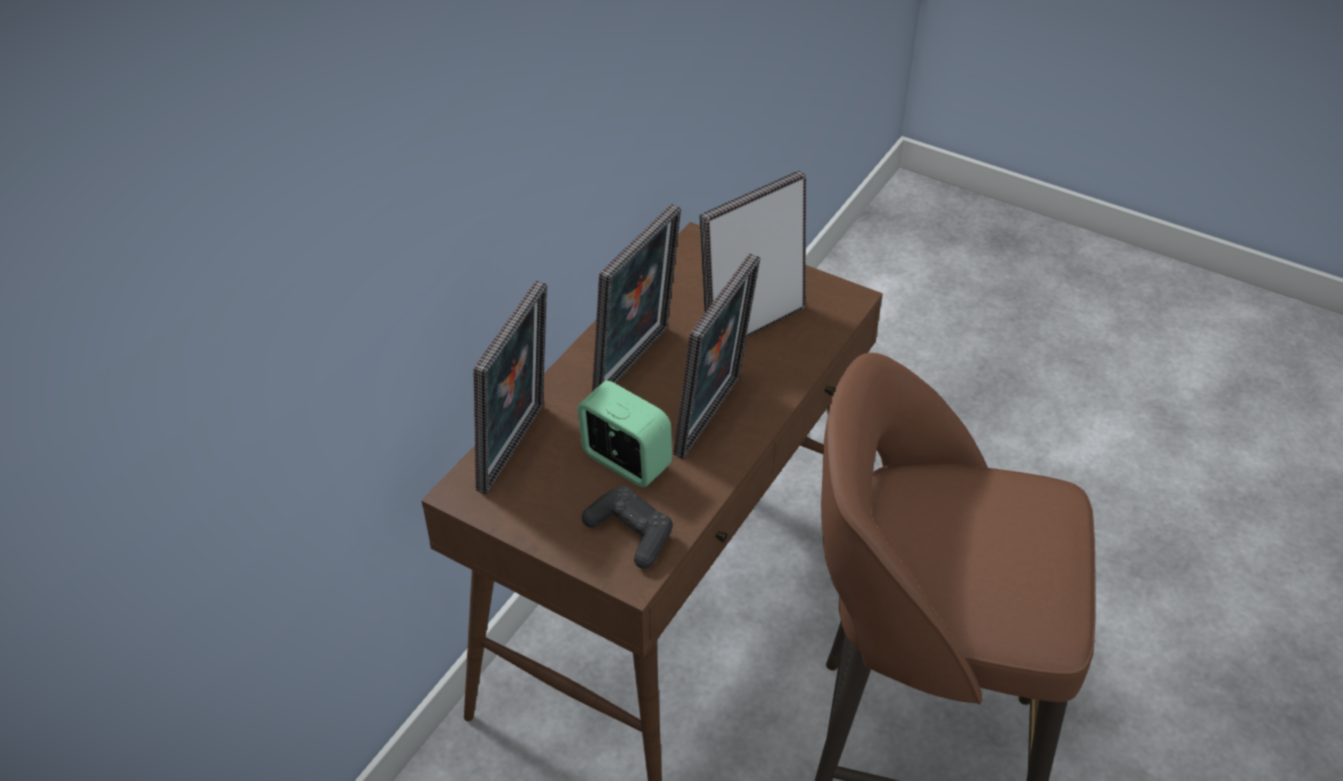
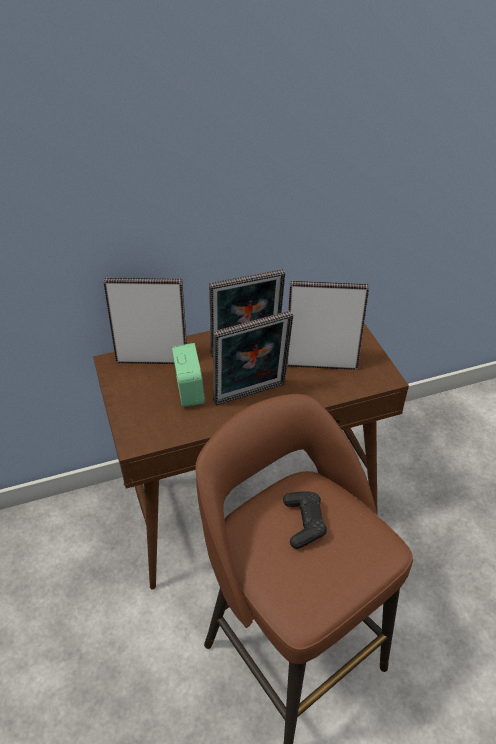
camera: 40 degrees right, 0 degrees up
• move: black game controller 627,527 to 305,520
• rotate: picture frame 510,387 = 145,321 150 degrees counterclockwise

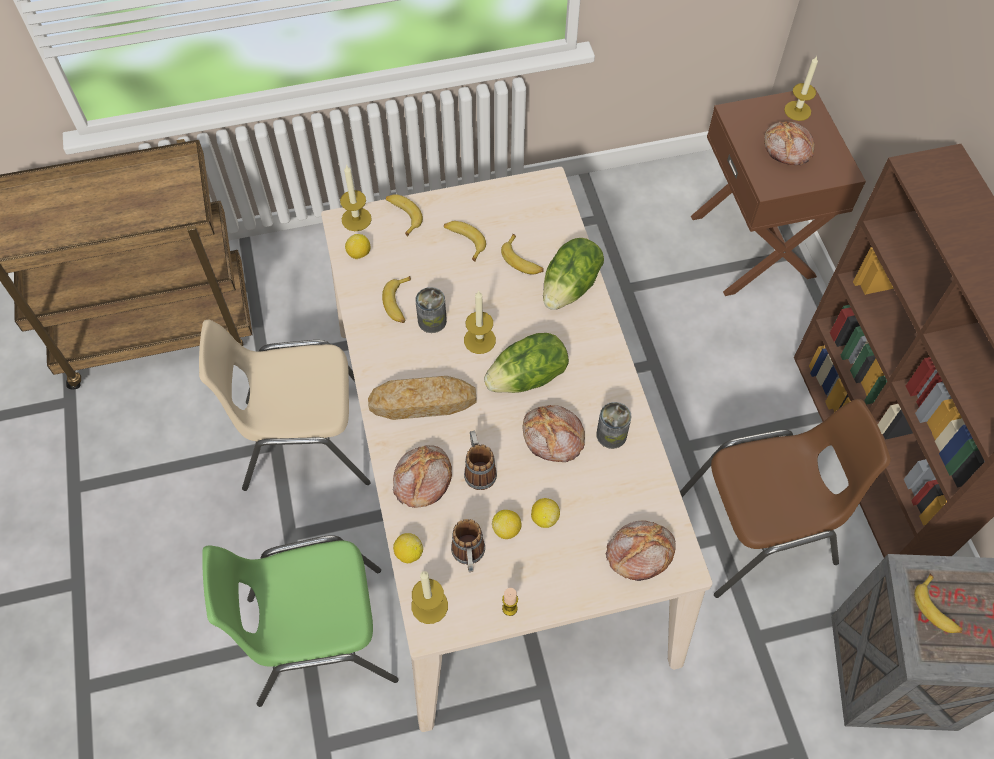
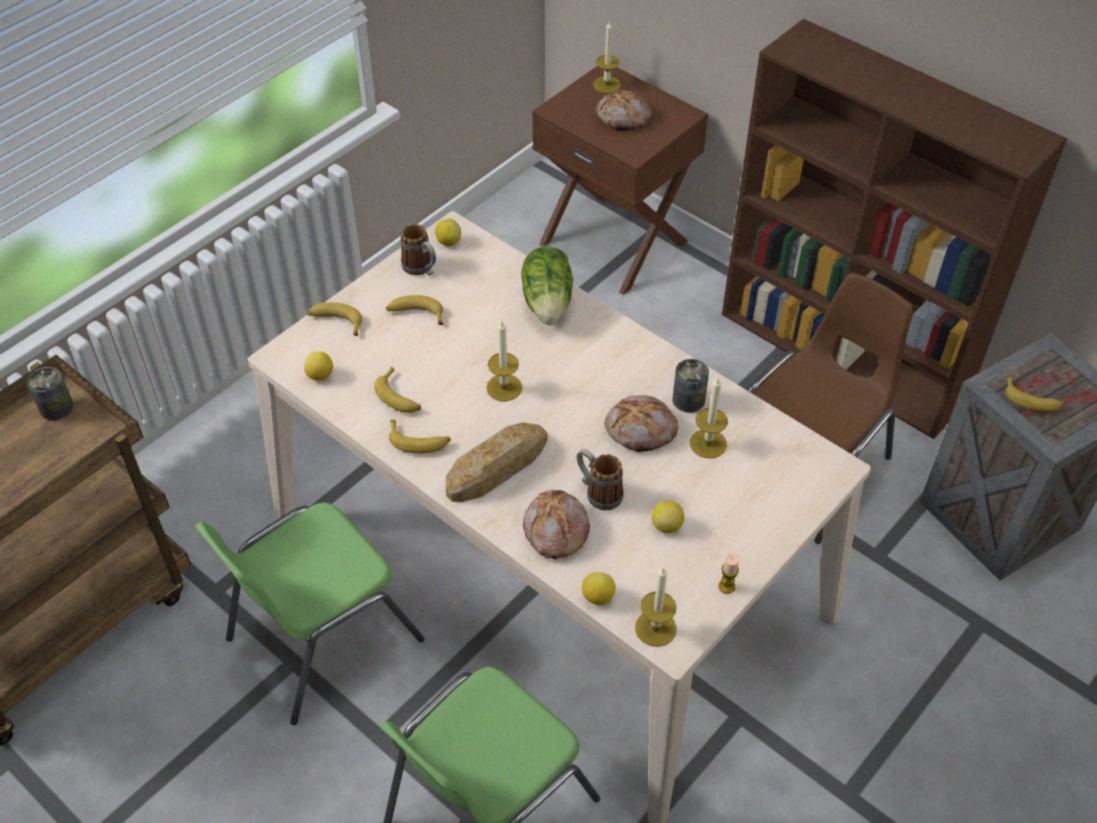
camera: 35 degrees left, 10 degrees down
• delete: lettuce 526,363
• delete: bread 641,550
• move: candle 356,197 to 709,418
• move: can 431,310 to 50,394
• move: mug 468,545 to 418,250
• move: banana 522,254 to 420,437
• move: lemon 545,513 to 448,232
• recolor: beige chair 285,405 to green chair 310,613

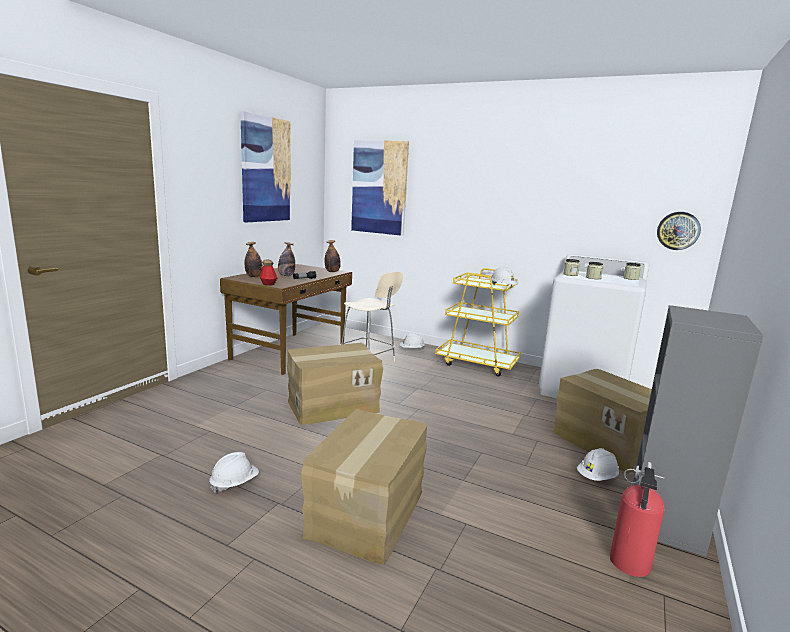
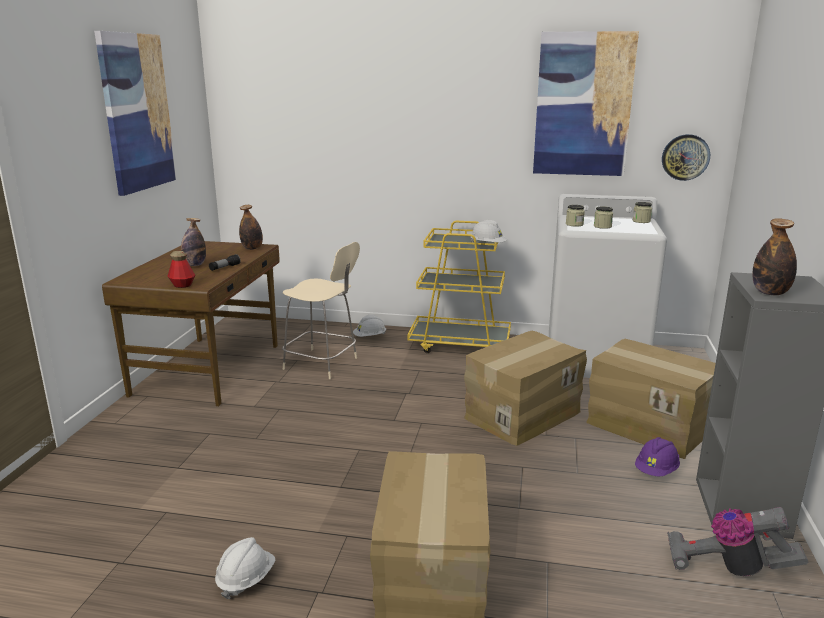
camera: 15 degrees left, 5 degrees up
• move: bottle 254,259 to 775,256
• move: cardboard box 335,384 to 525,388
• move: picture 380,188 to 586,103
• replace: fire extinguisher 637,519 to vacuum cleaner 737,541
• recolor: white hard hat 598,464 to purple hard hat 657,457

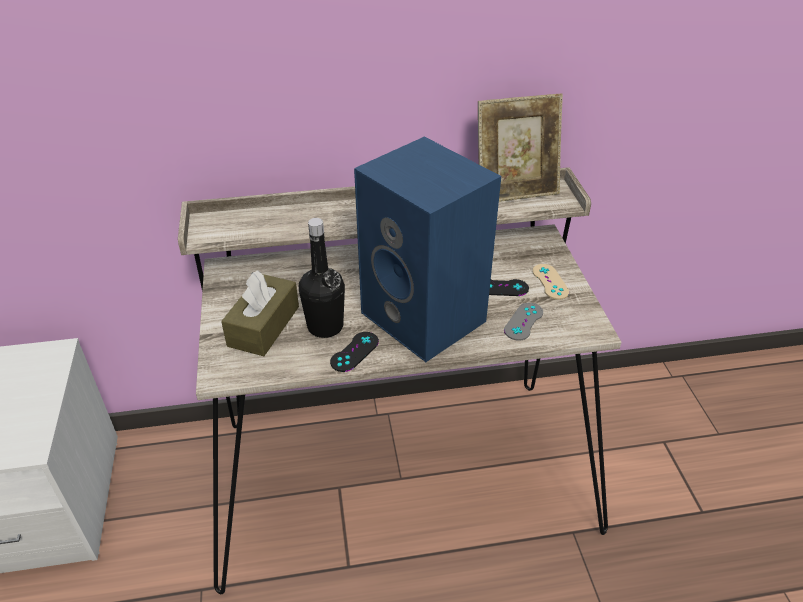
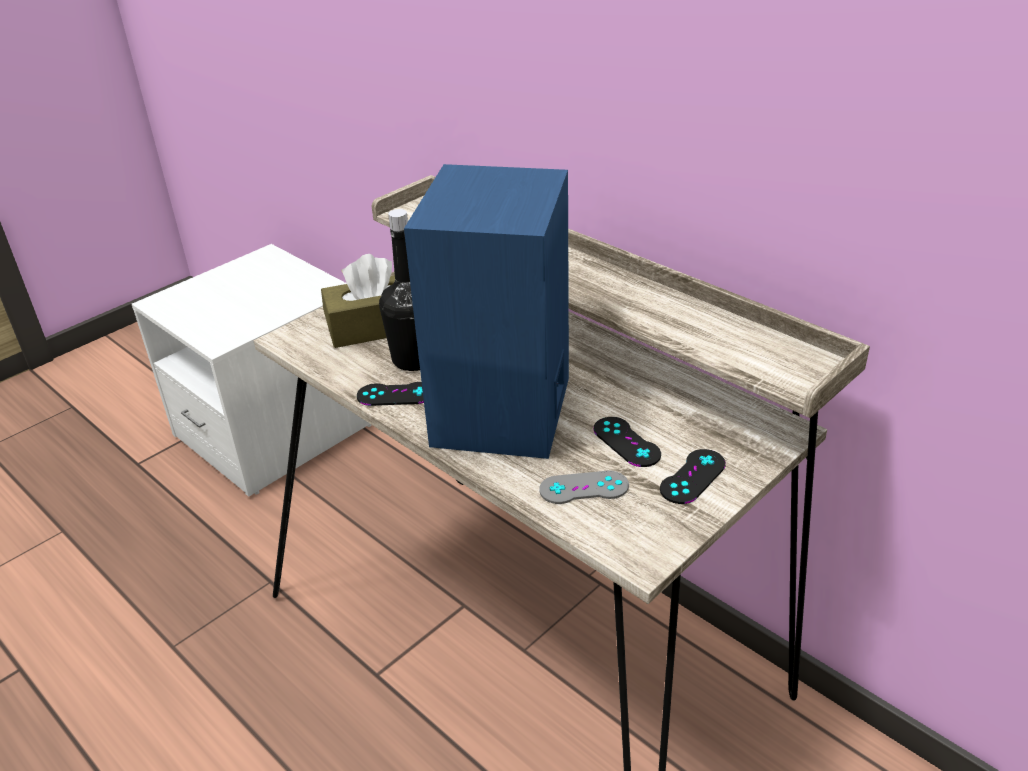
camera: 55 degrees right, 5 degrees down
• delete: picture frame 520,148
• recolor: beige game controller 550,282 to black game controller 693,476

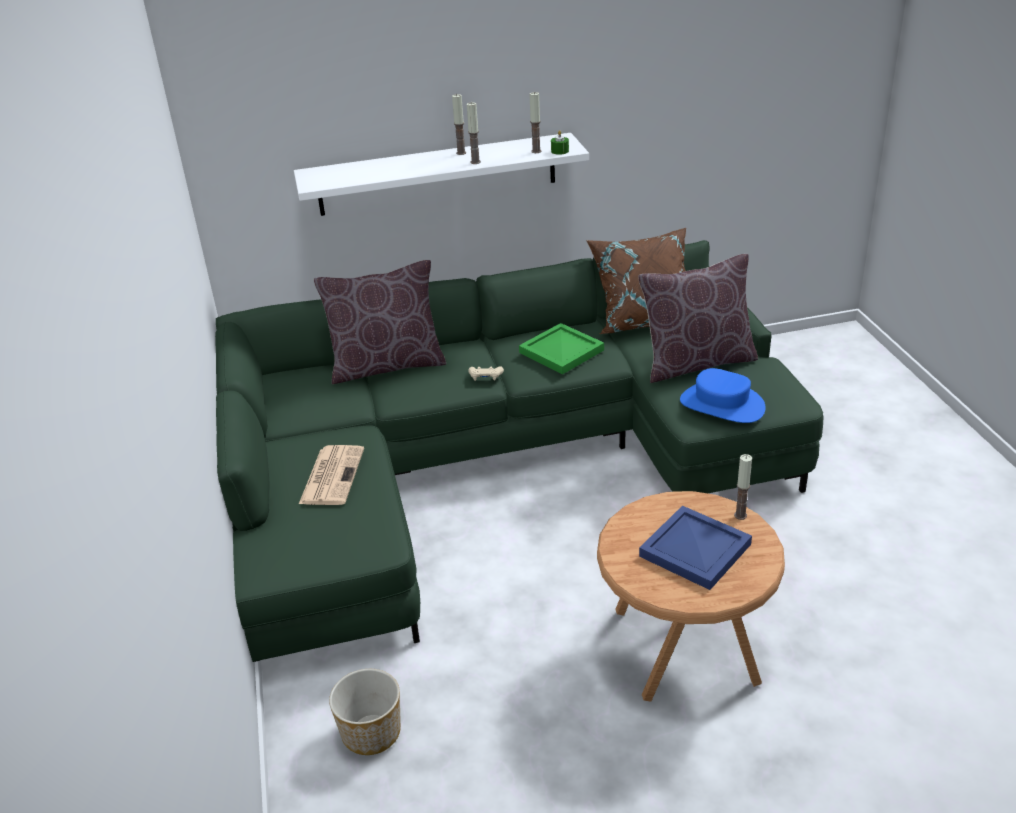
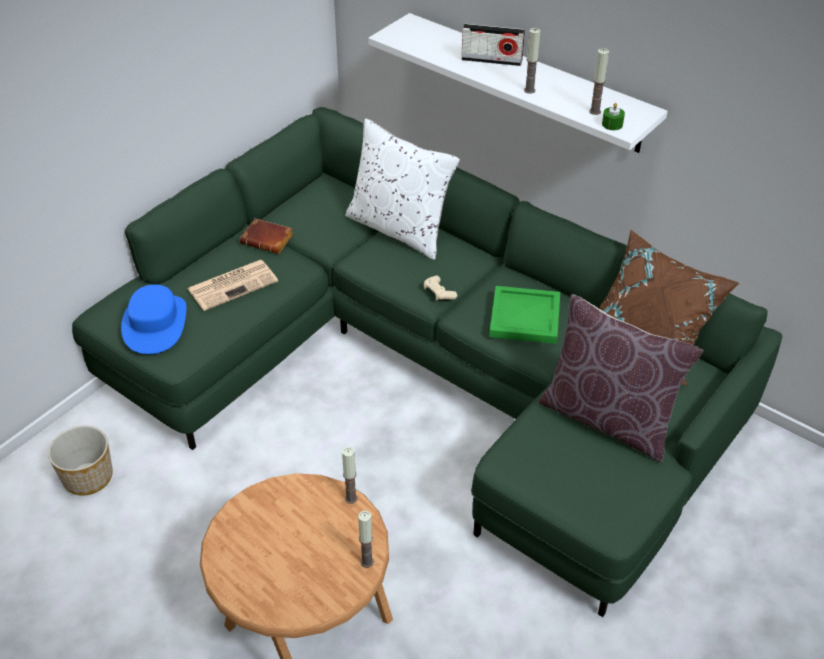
camera: 50 degrees right, 10 degrees up
• delete: blue tray 695,548
• insert: brown book 266,236
• insert: radio 493,45
• move: candle 459,124 to 350,475
• move: blue hat 723,395 to 153,319
• recolor: brown pillow 380,322 to white pillow 402,189

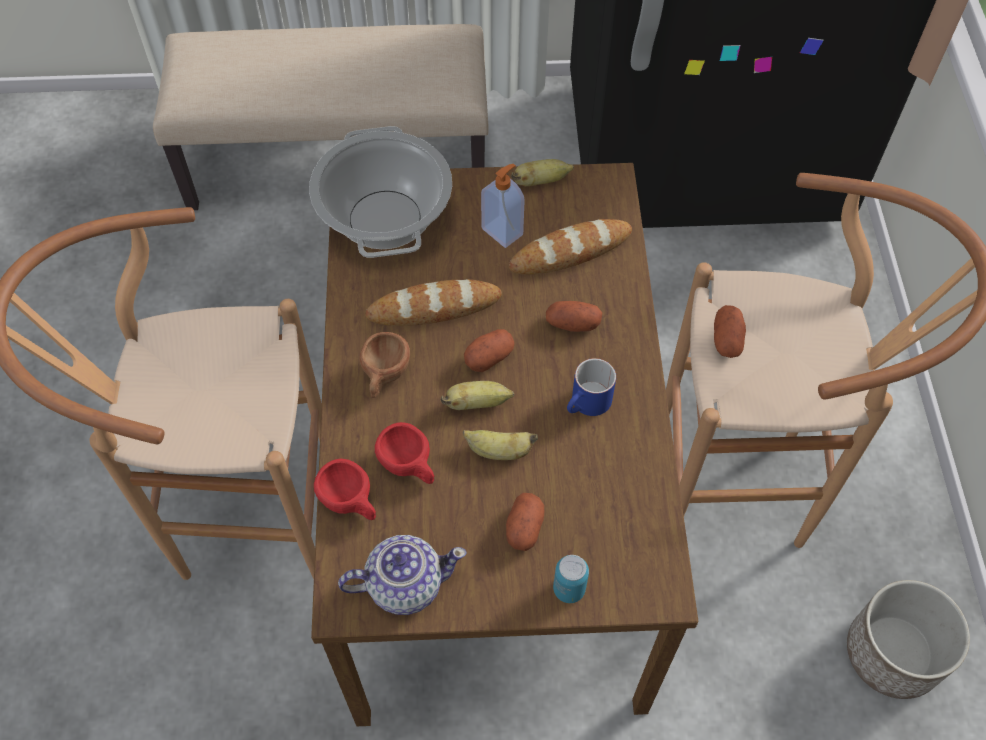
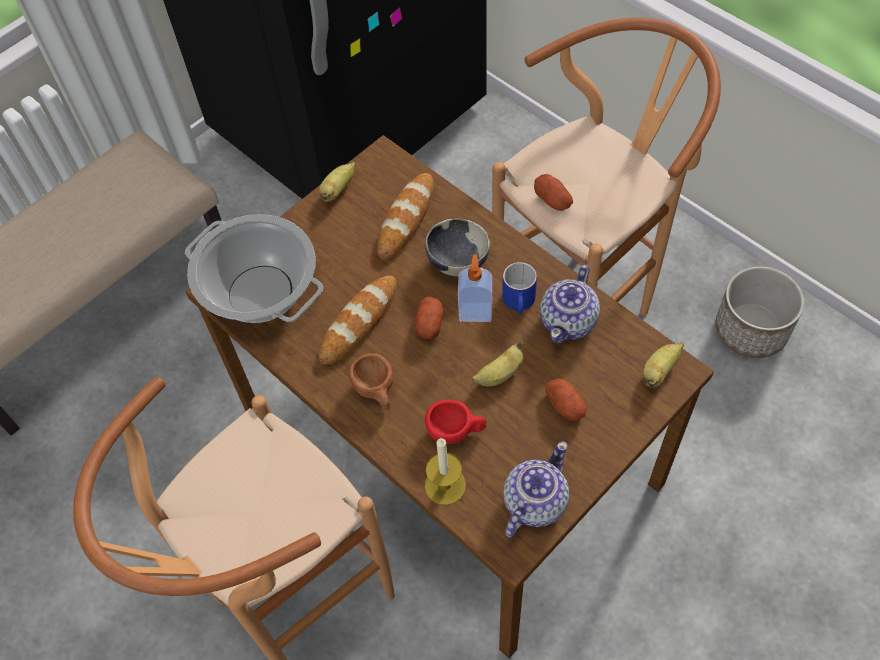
camera: 40 degrees left, 0 degrees up
• delete: can 571,579
• insert: teapot 570,304
• move: banana 478,395 to 663,365
• move: soap dispenser 503,206 to 475,288
• replace: red cup 345,489 to candle 445,471
• replace: potato 574,316 to bowl 457,247

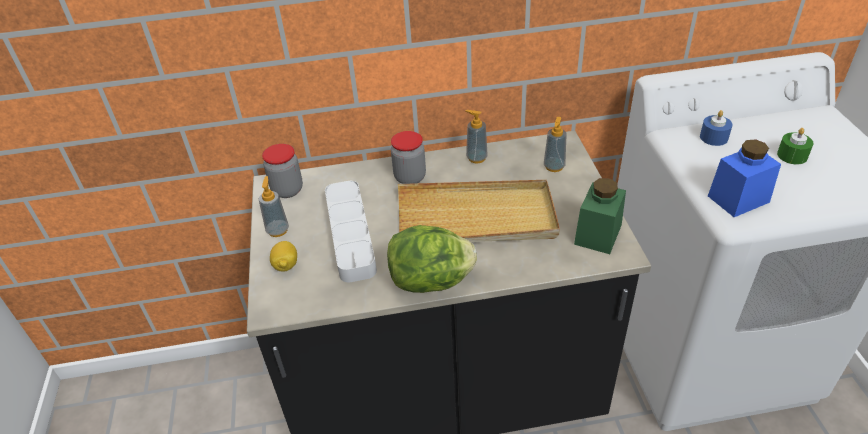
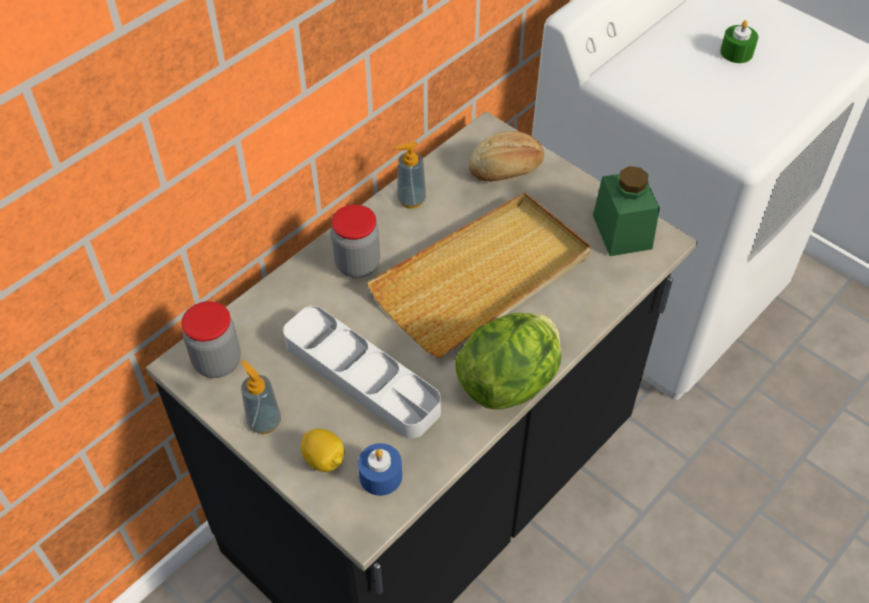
camera: 40 degrees left, 10 degrees up
• delete: blue jar 744,178
• move: blue candle 716,128 to 380,469
• replace: soap dispenser 555,144 to bread 506,156

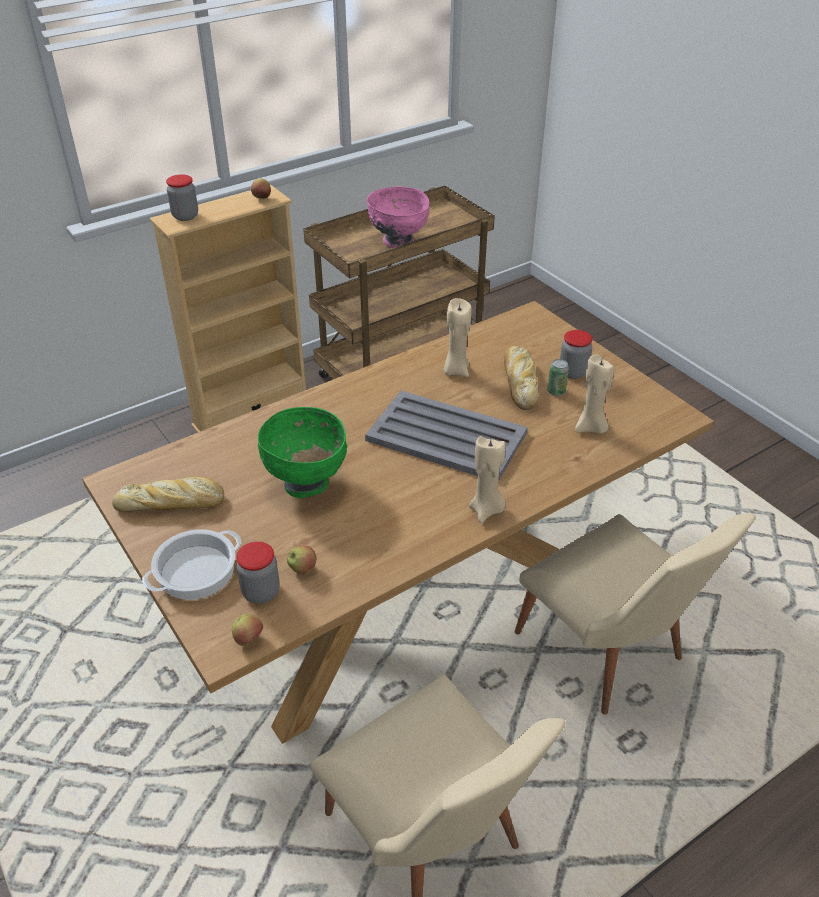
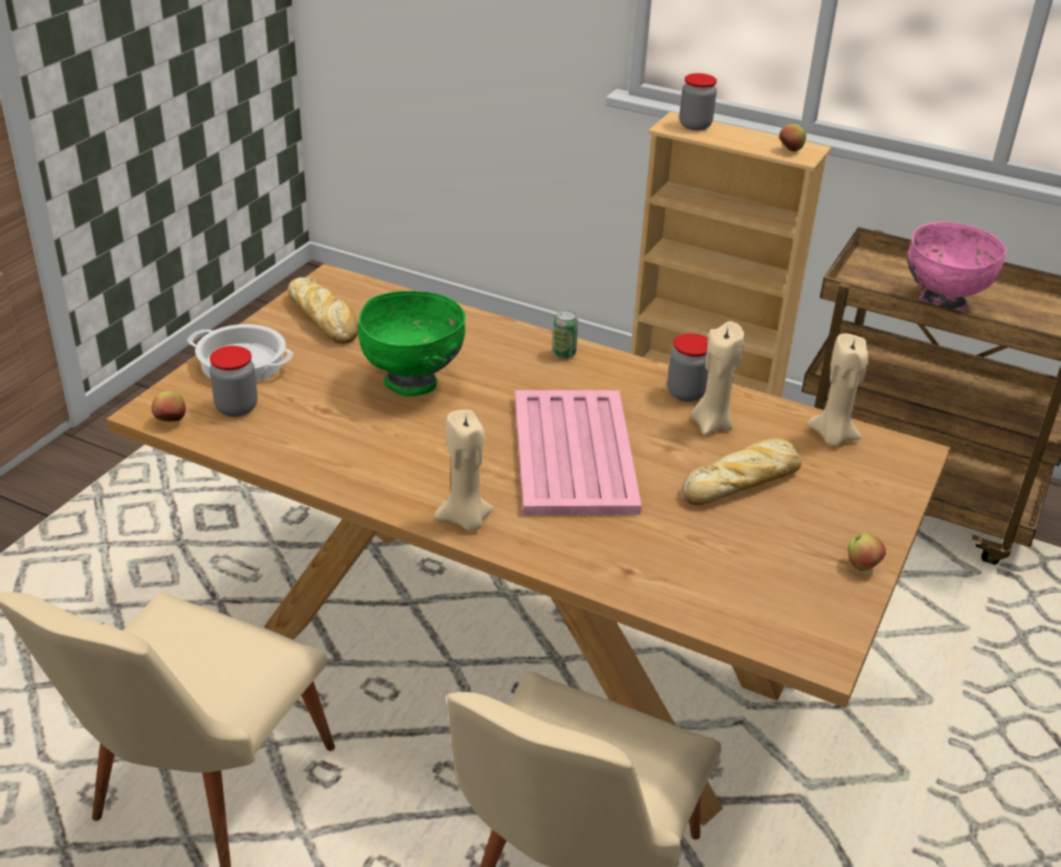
camera: 60 degrees right, 5 degrees down
• move: apple 302,559 to 867,552
• move: can 558,377 to 565,334
• move: jar 576,354 to 687,367
• move: beige candle 594,394 to 837,389
• recolor: grey tray 446,436 to pink tray 578,452

